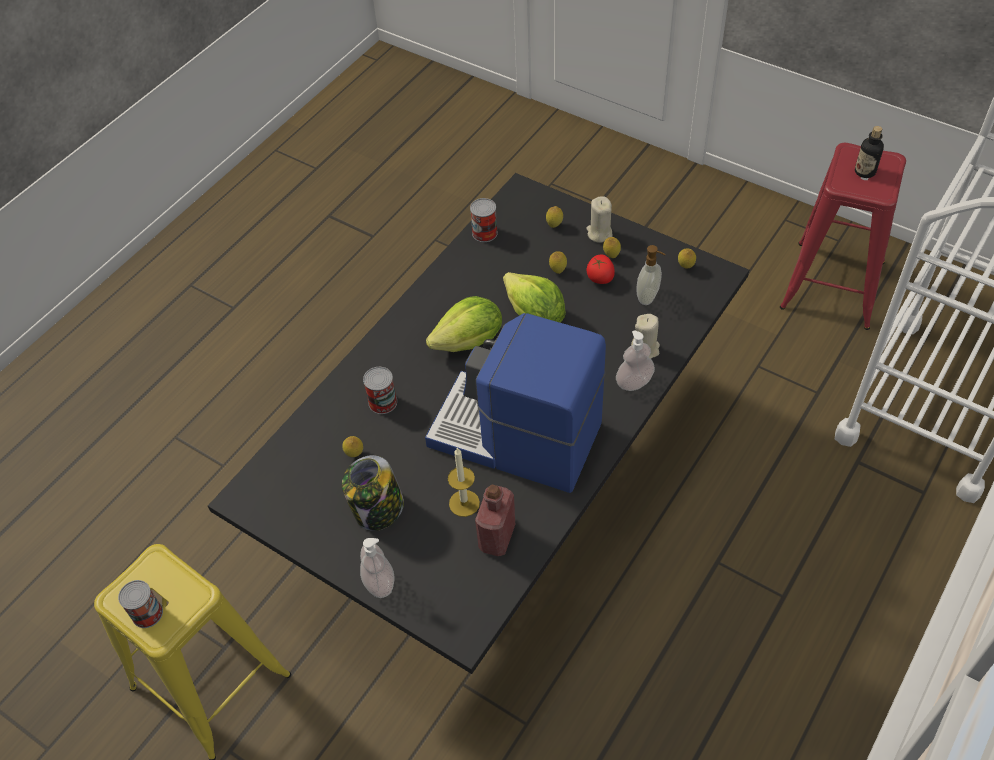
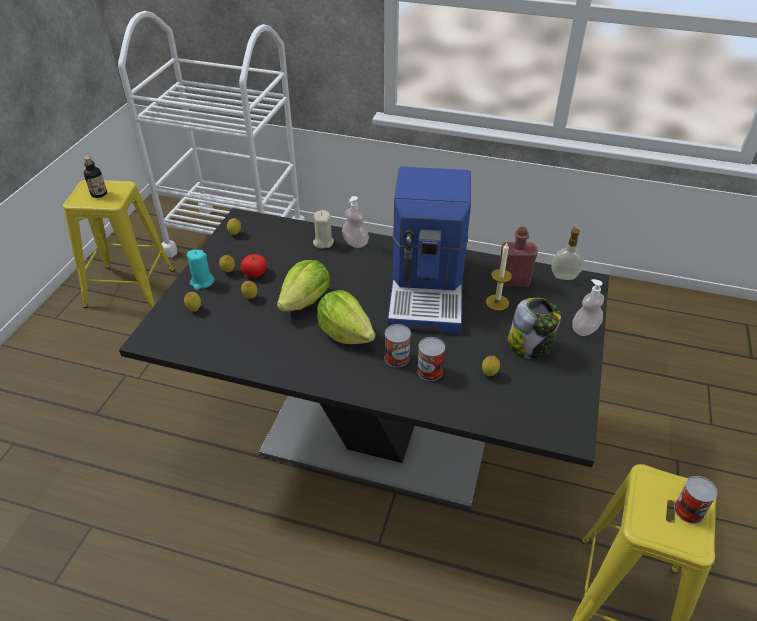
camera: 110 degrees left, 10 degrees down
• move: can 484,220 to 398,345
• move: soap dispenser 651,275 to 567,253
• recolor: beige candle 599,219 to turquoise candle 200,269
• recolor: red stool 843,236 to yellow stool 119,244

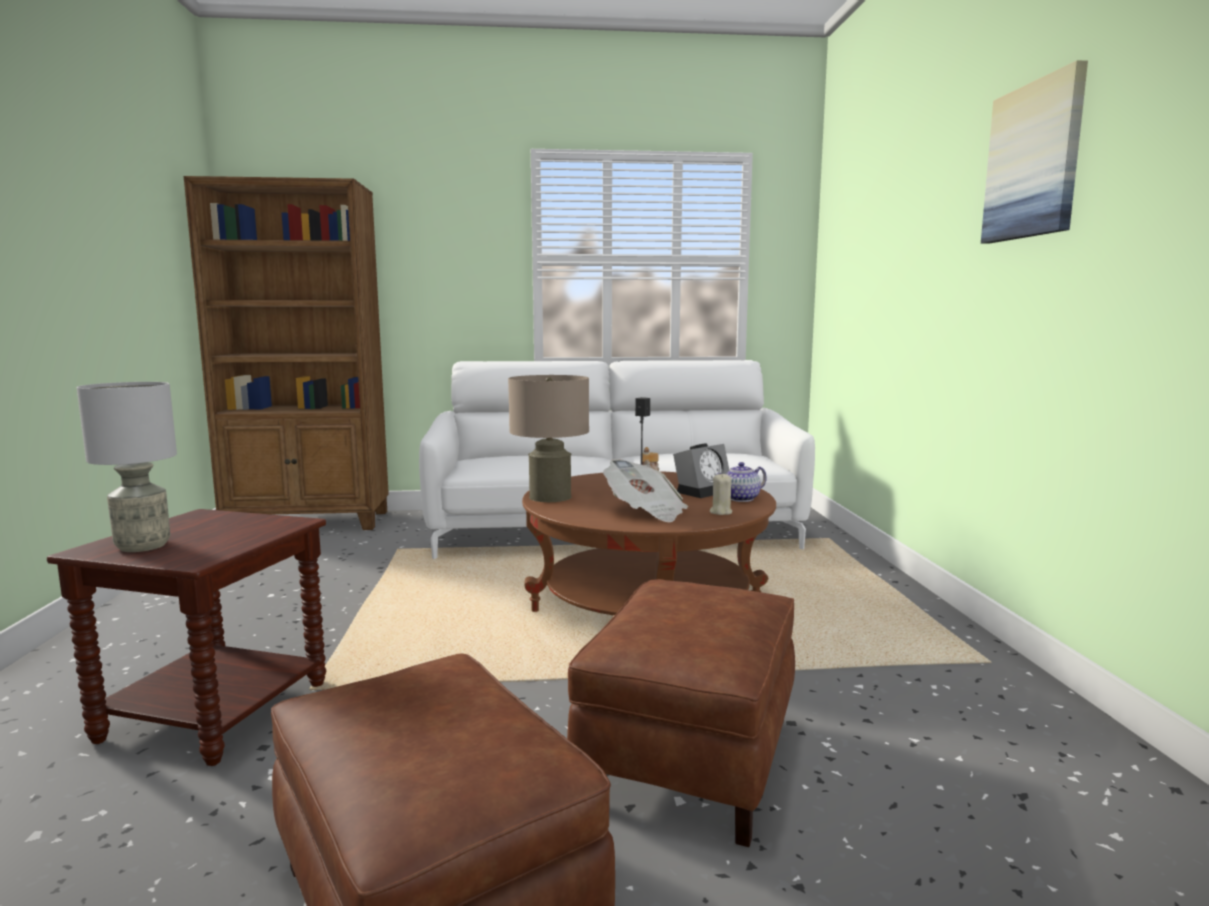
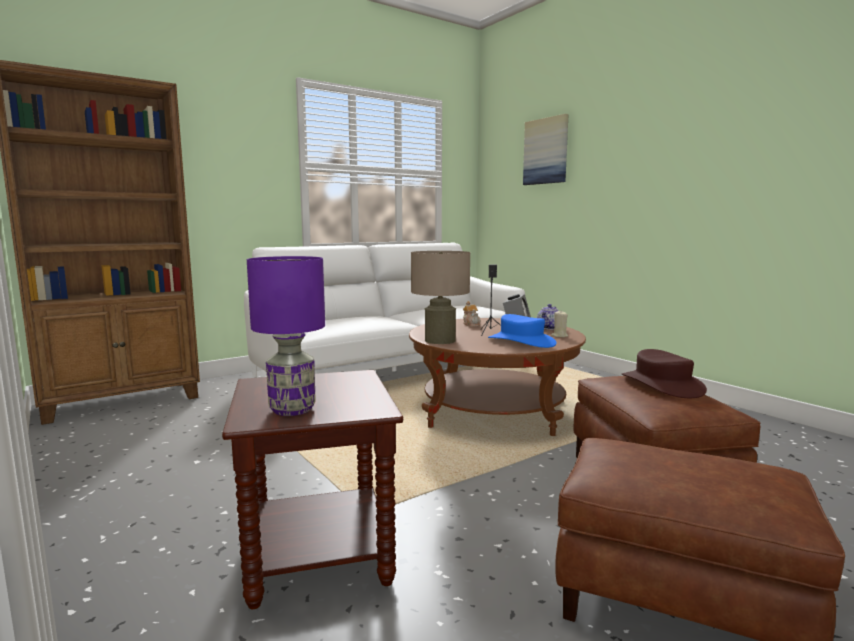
camera: 30 degrees left, 0 degrees up
• insert: brown hat 664,373
• move: picture 1034,152 to 545,149
• replace: newspaper 645,491 to blue hat 522,331
• recolor: grey table lamp 127,467 to purple table lamp 286,336

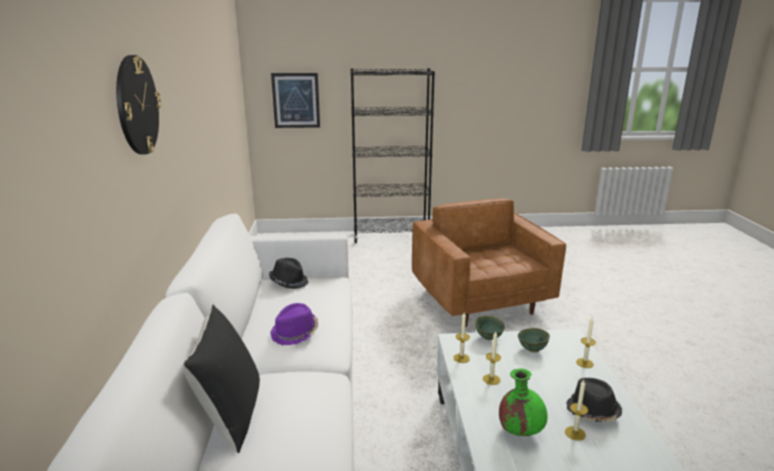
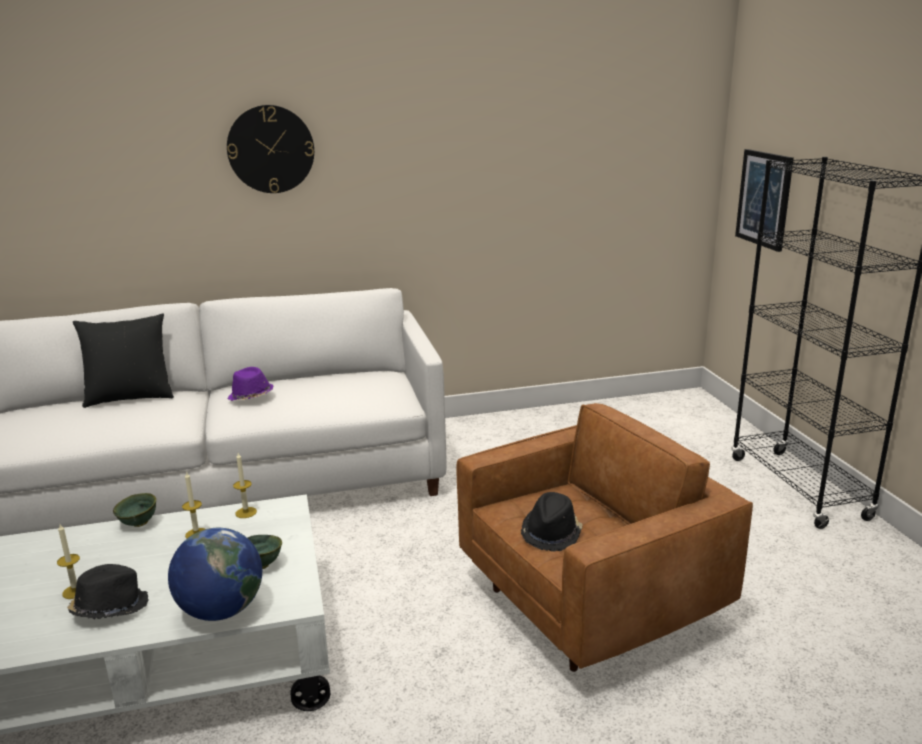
camera: 80 degrees right, 0 degrees up
• delete: green vase 523,402
• move: black hat 288,273 to 552,521
• move: green bowl 490,328 to 134,510
• replace: candle 586,342 to globe 215,574

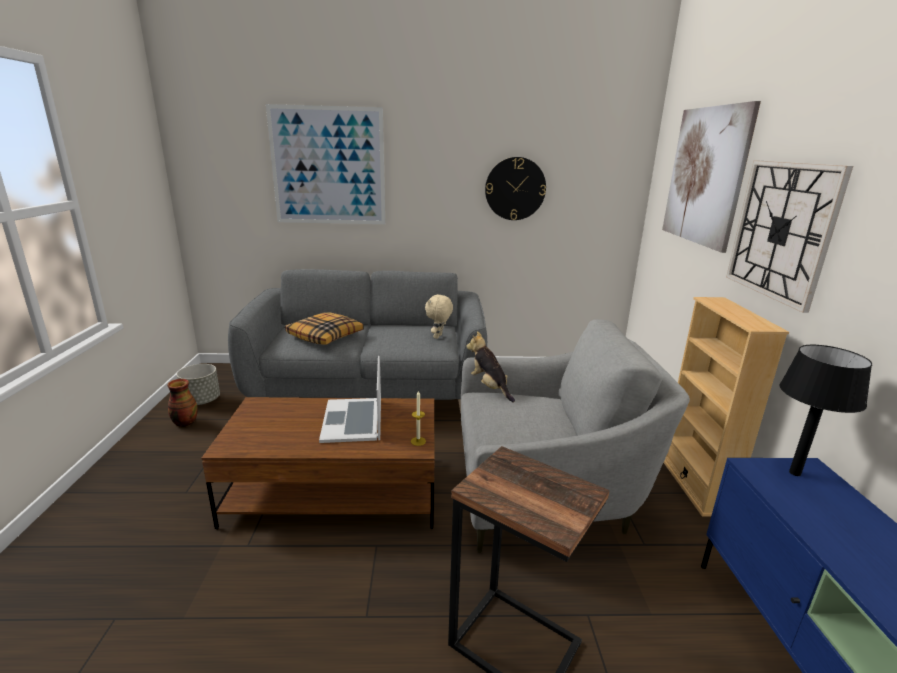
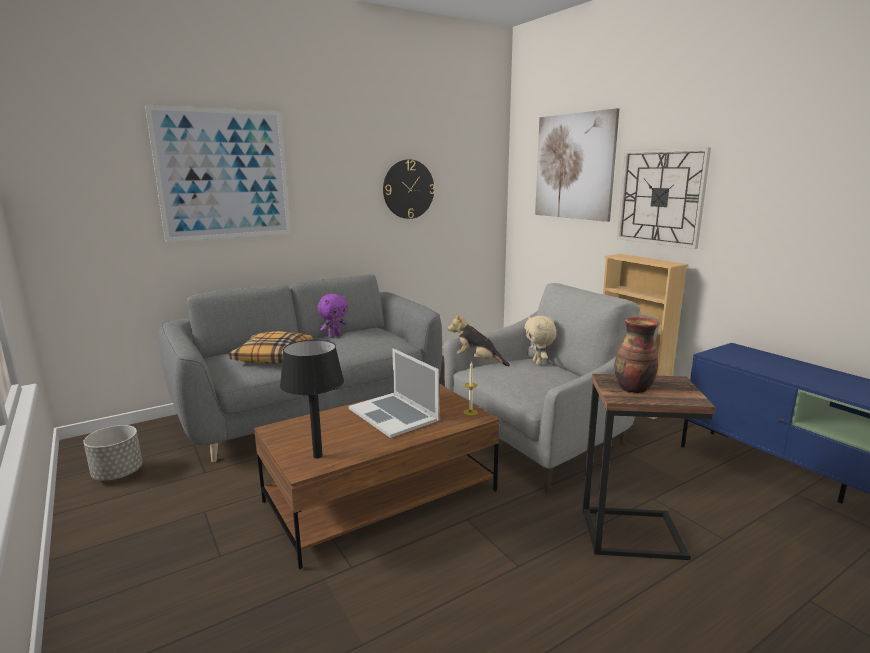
camera: 30 degrees left, 5 degrees down
• insert: purple plush toy 333,316
• move: vase 182,403 to 636,355
• move: beige plush toy 439,316 to 540,341
• move: black table lamp 825,410 to 312,399

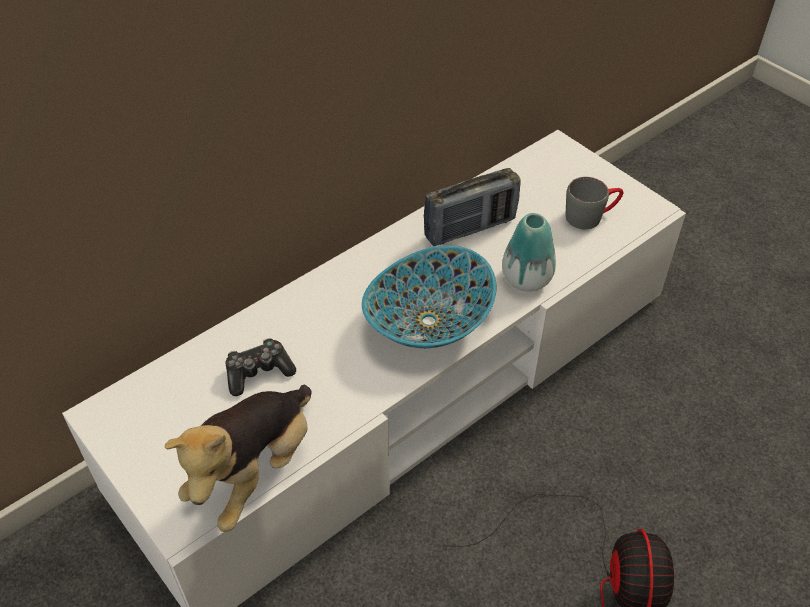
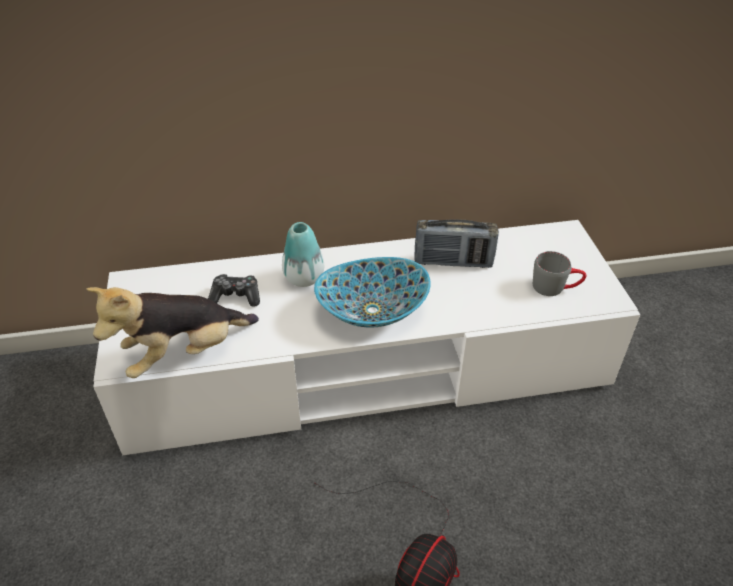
camera: 30 degrees right, 5 degrees down
• move: vase 529,252 to 303,254

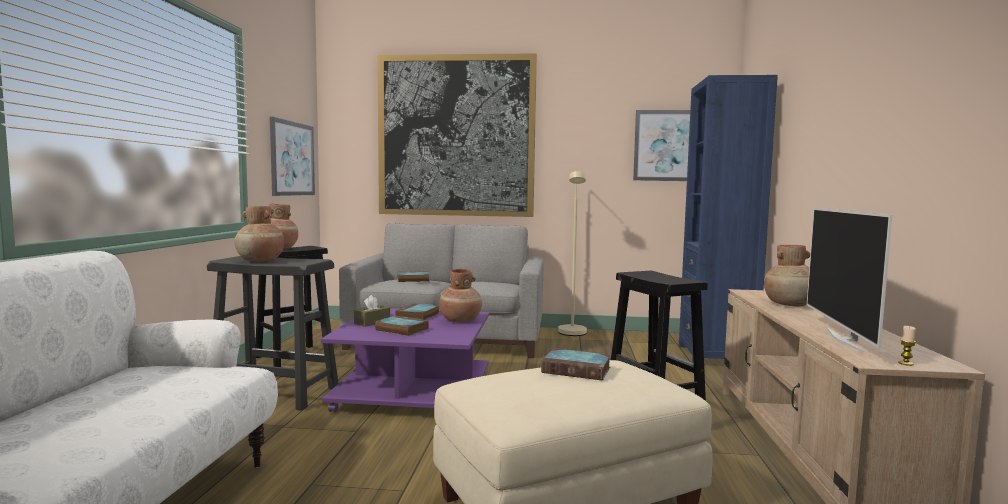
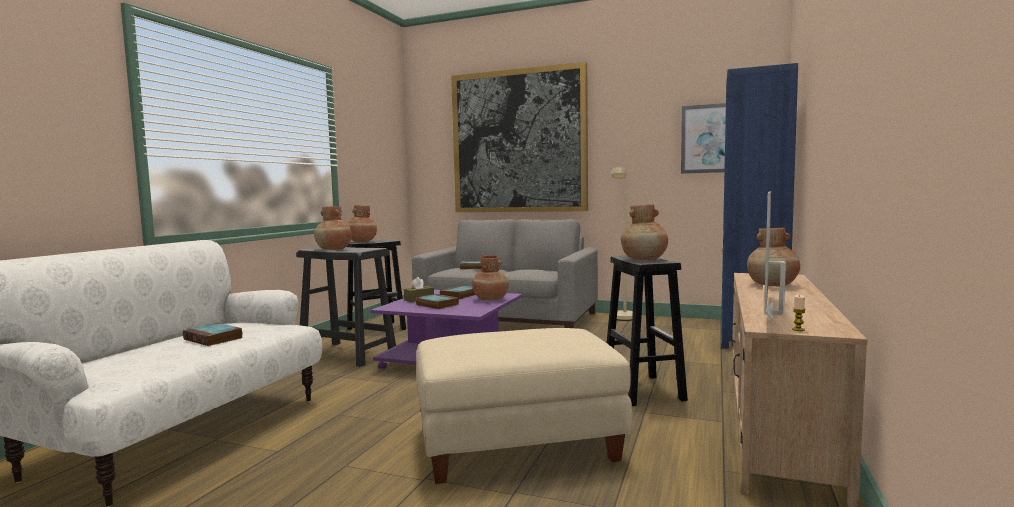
camera: 15 degrees right, 0 degrees up
• delete: picture 292,156
• insert: brown vase 644,232
• move: book 576,364 to 213,334

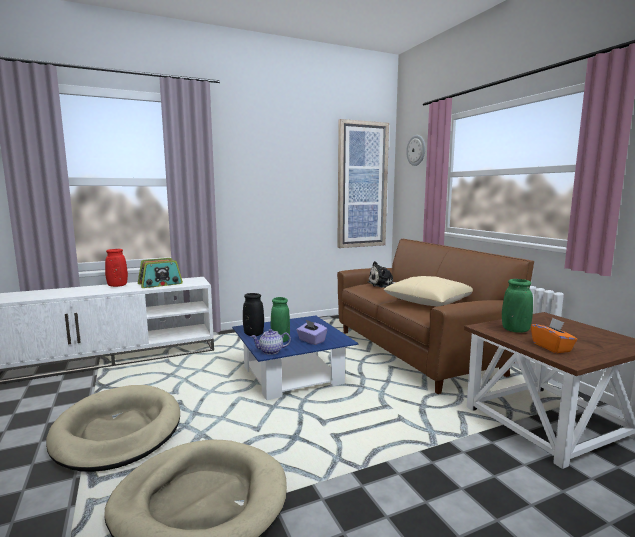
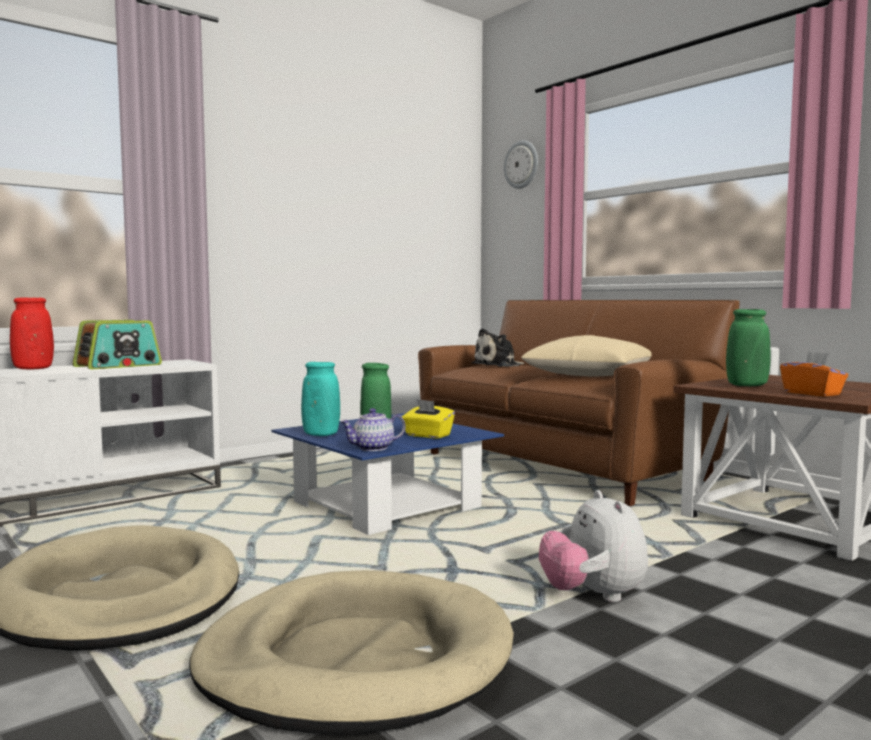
camera: 15 degrees left, 5 degrees down
• delete: picture 363,183
• insert: plush toy 593,546
• recolor: black vase 253,314 to turquoise vase 320,399
• recolor: purple tissue box 312,332 to yellow tissue box 428,419

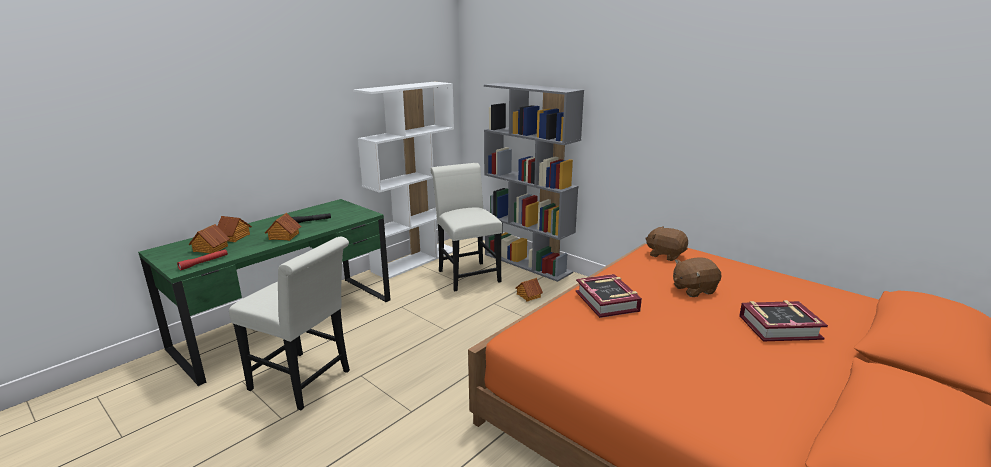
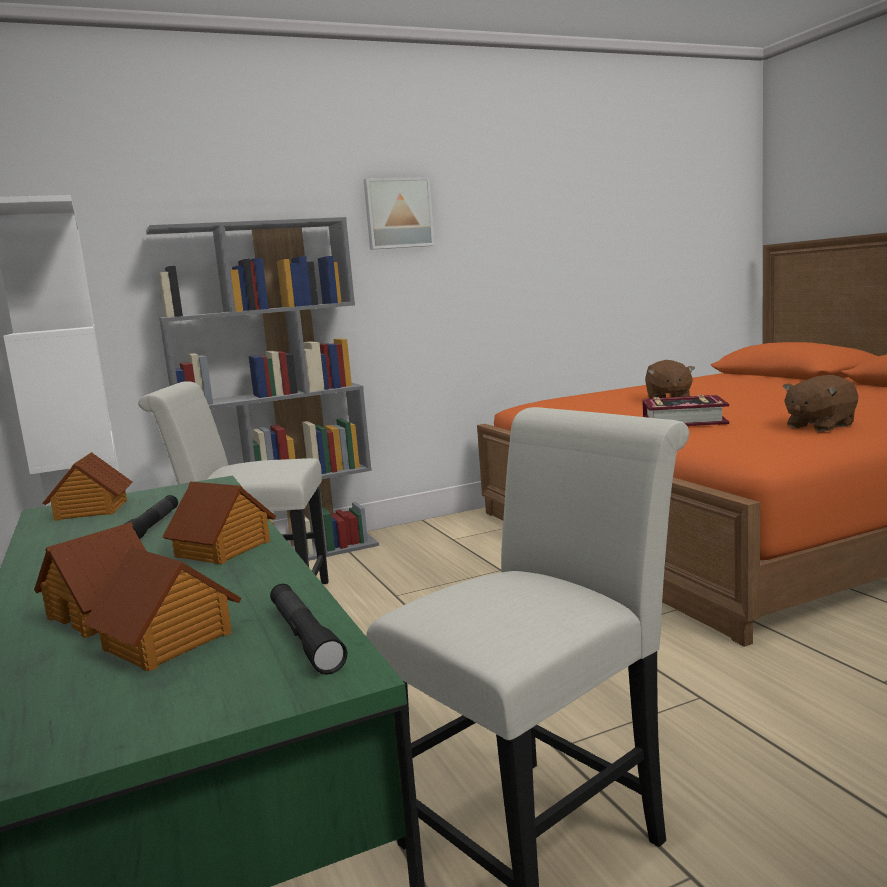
camera: 65 degrees left, 10 degrees down
• delete: book 783,320
• insert: picture 399,213
• move: toy house 529,289 to 87,486
• move: brown plush toy 666,243 to 820,403
• recolor: red flashlight 202,260 to black flashlight 308,629

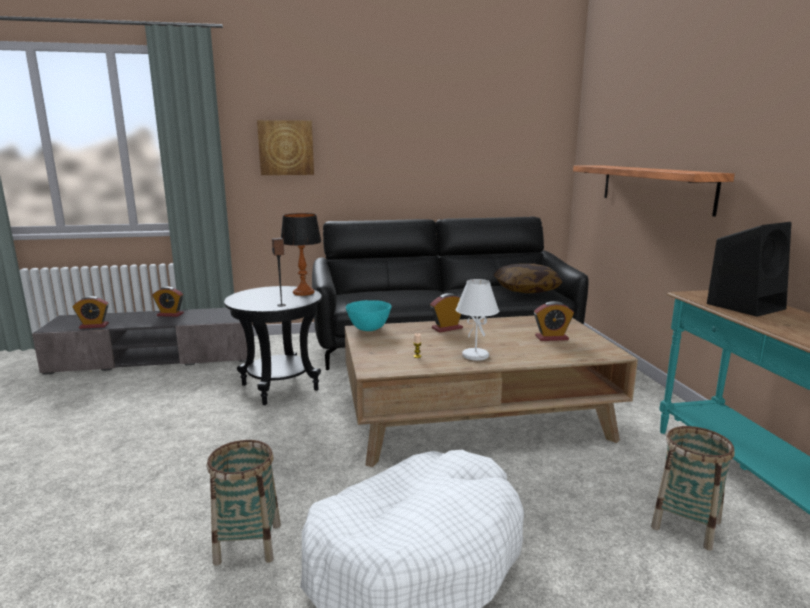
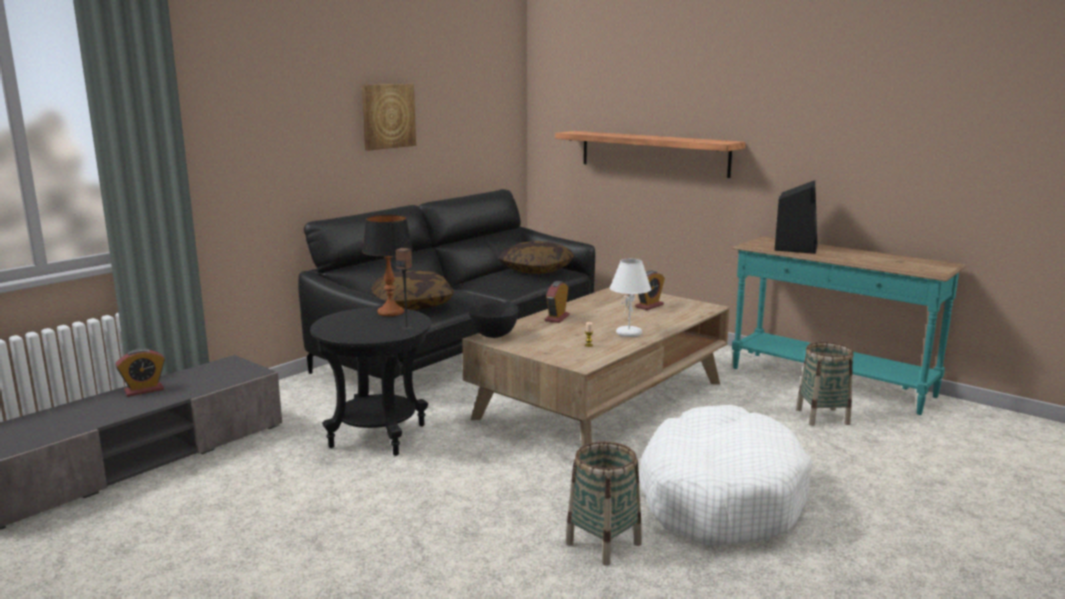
camera: 40 degrees left, 0 degrees up
• delete: alarm clock 90,312
• insert: pillow 412,290
• move: picture 285,147 to 389,117
• recolor: turquoise bowl 369,315 to black bowl 494,320

